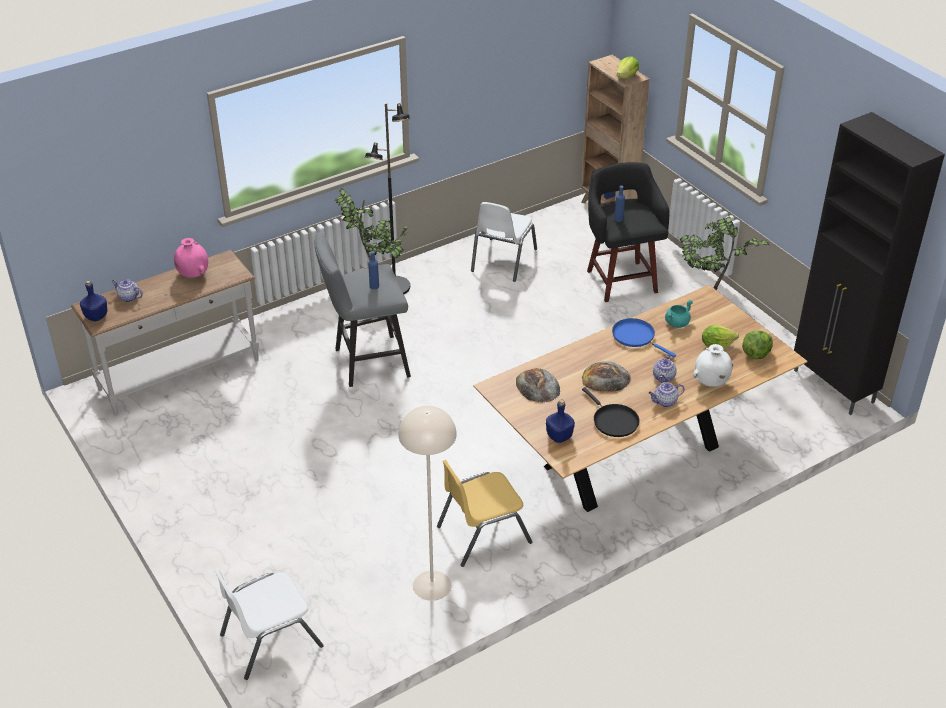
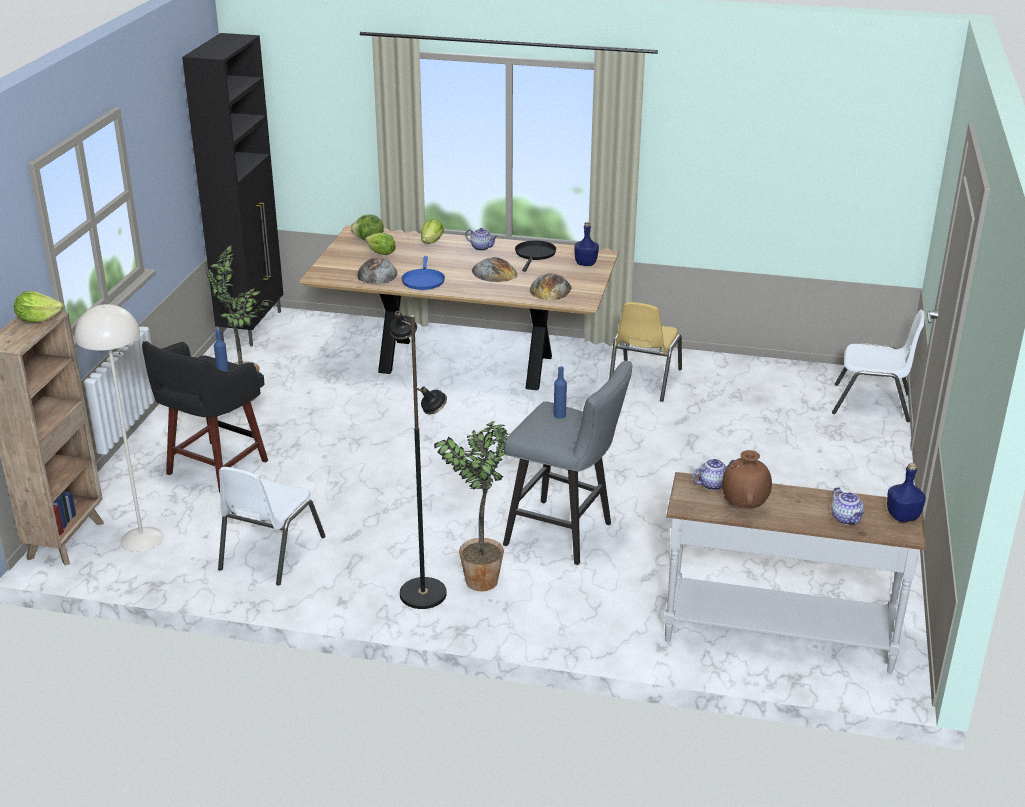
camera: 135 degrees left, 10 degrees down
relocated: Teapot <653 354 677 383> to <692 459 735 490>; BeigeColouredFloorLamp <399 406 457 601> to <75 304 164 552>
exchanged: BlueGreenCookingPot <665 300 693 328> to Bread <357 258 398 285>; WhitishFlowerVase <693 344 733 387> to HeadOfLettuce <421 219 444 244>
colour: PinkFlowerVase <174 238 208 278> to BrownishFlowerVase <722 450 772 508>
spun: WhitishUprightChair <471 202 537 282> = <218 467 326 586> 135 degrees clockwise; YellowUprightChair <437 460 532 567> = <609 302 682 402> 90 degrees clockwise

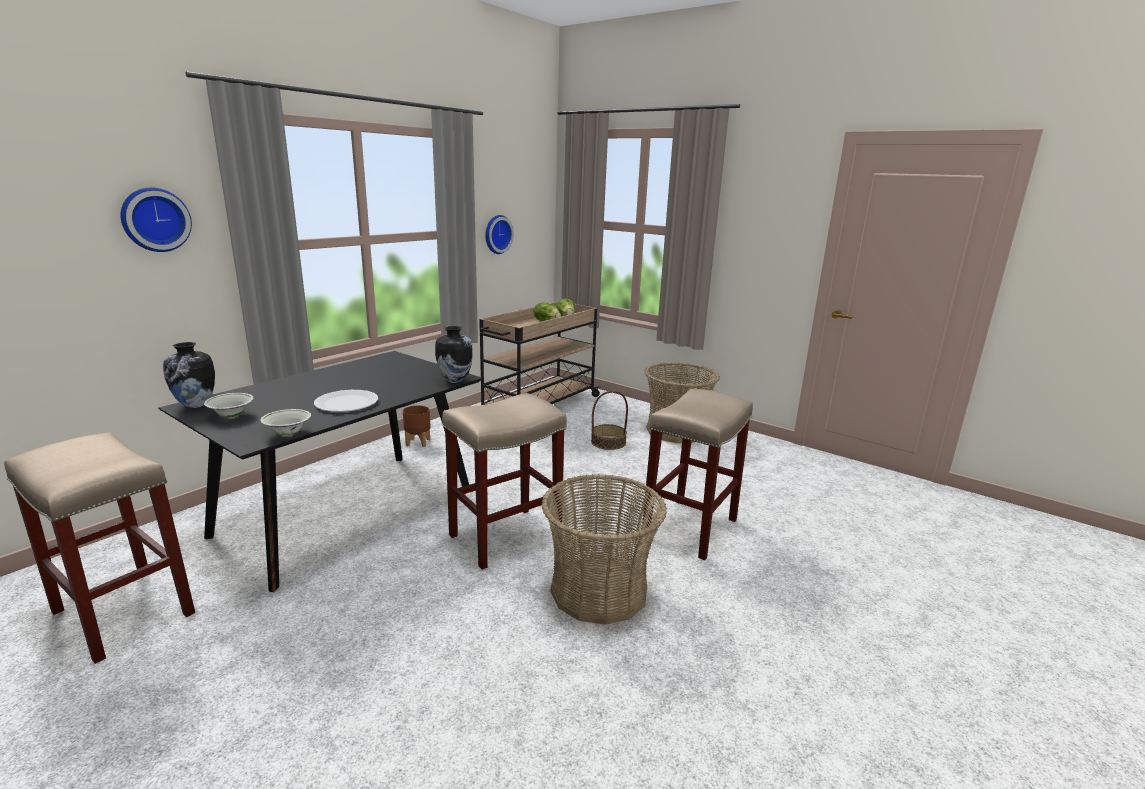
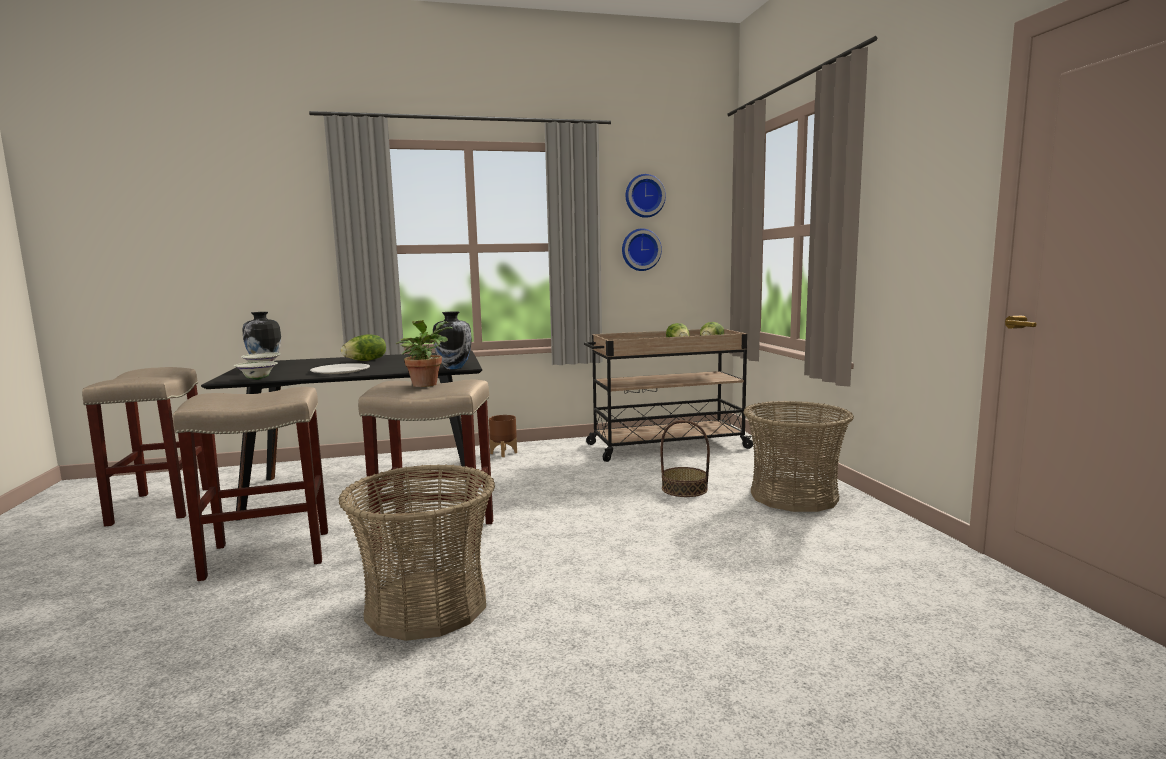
camera: 40 degrees right, 10 degrees down
appeared: PottedPlant <396 320 453 387>; HeadOfLettuce <341 334 386 361>
relocated: ClockOnTheWall <121 188 192 252> to <626 174 666 218>; BeigeColouredStoolSeat <642 389 753 560> to <173 387 328 581>

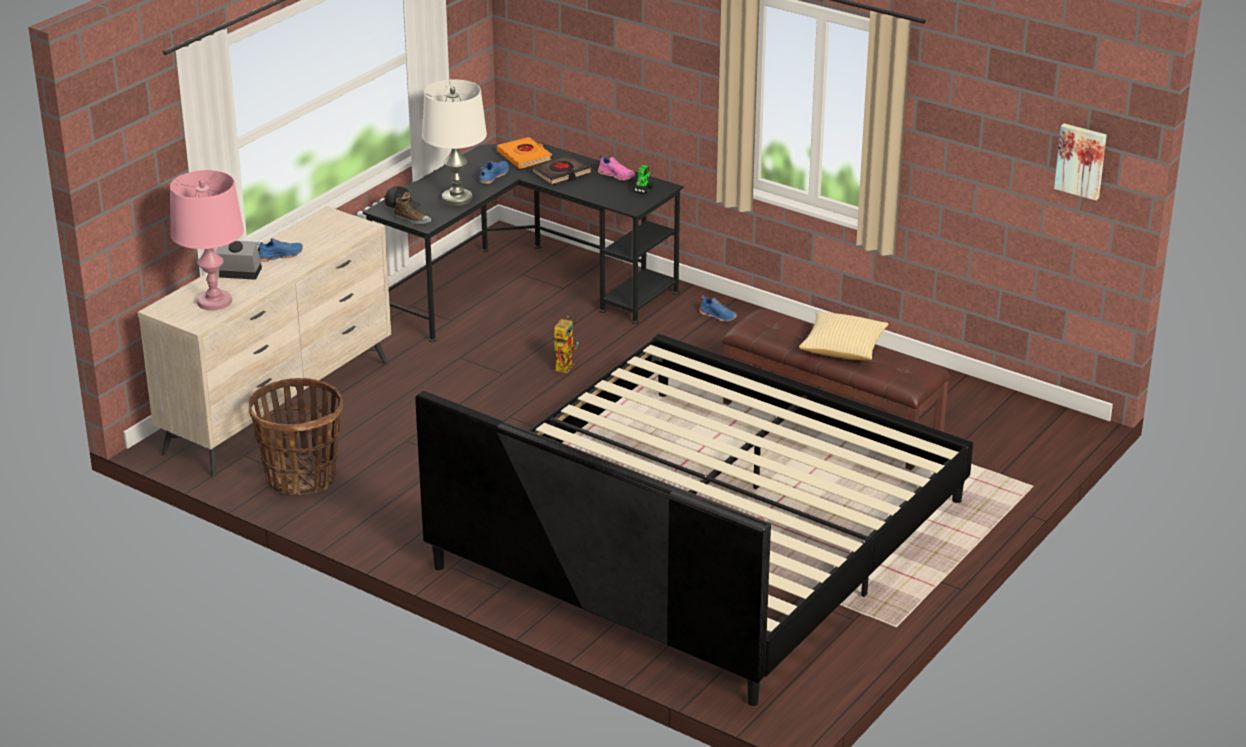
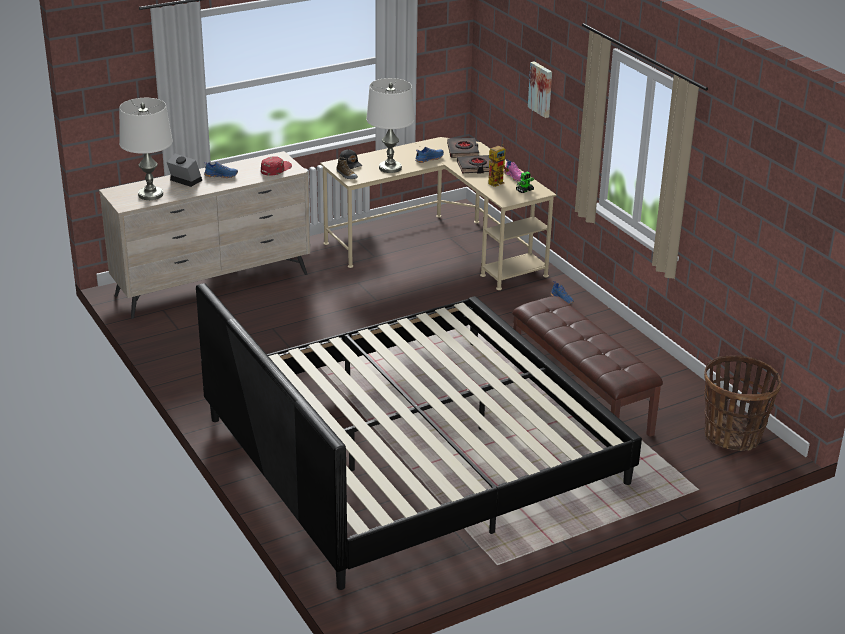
camera: 25 degrees right, 0 degrees up
missing: Cushion <799 312 888 360>
appeared: RedPeakedCap <261 156 292 176>
relocated: WallArt <1054 123 1107 201> to <528 61 552 118>; ToyRobot <554 316 579 373> to <488 144 509 187>; HouseholdBasket <249 378 343 495> to <704 355 781 451>
colour: OrangeColouredBoundBook <497 137 552 169> to BlackColouredBoundBook <447 138 479 158>; BlackColouredDesk <363 141 684 342> to BeigeColouredDesk <320 137 556 290>; PinkTabletopLamp <170 170 244 310> to WhitishTabletopLamp <119 98 173 200>

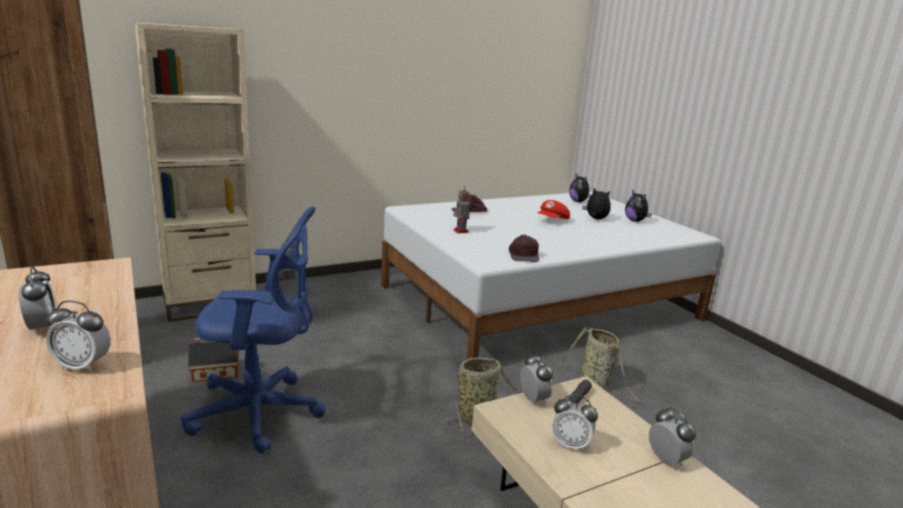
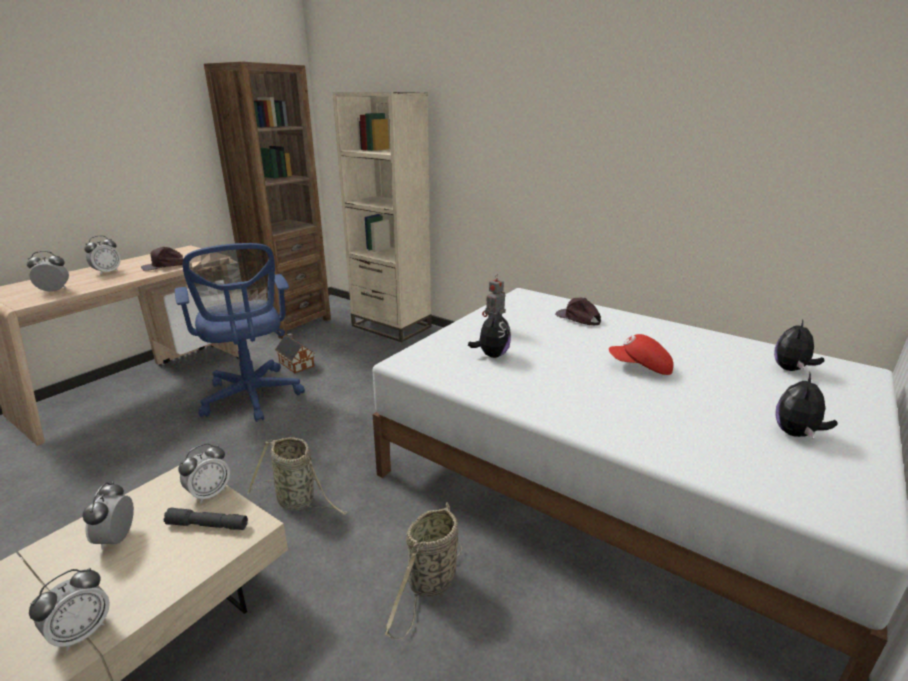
camera: 65 degrees right, 5 degrees up
relocated: PlushToy <583 188 611 219> to <468 308 511 358>; BrownishPeakedCap <509 235 539 262> to <141 247 183 271>
spun: TableClock <46 301 111 372> = <27 251 69 293> 90 degrees clockwise

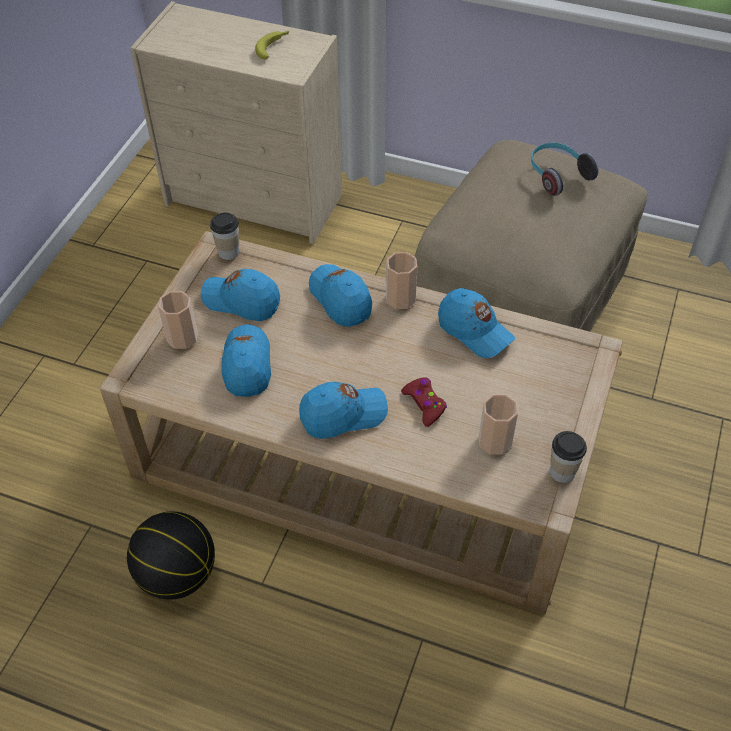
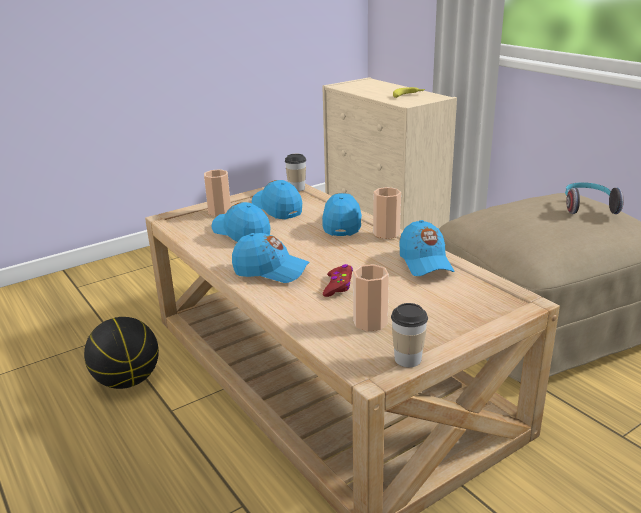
camera: 35 degrees right, 25 degrees down
spun: BluePeakedCap <222 324 271 397> = <212 202 271 242> 75 degrees counterclockwise

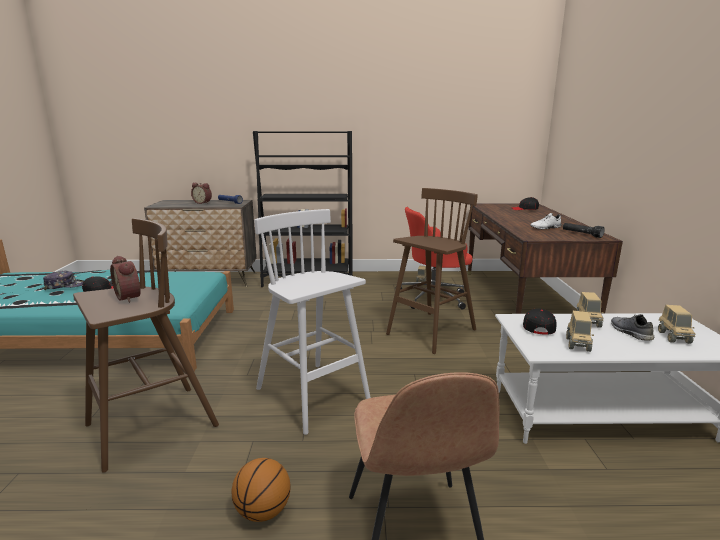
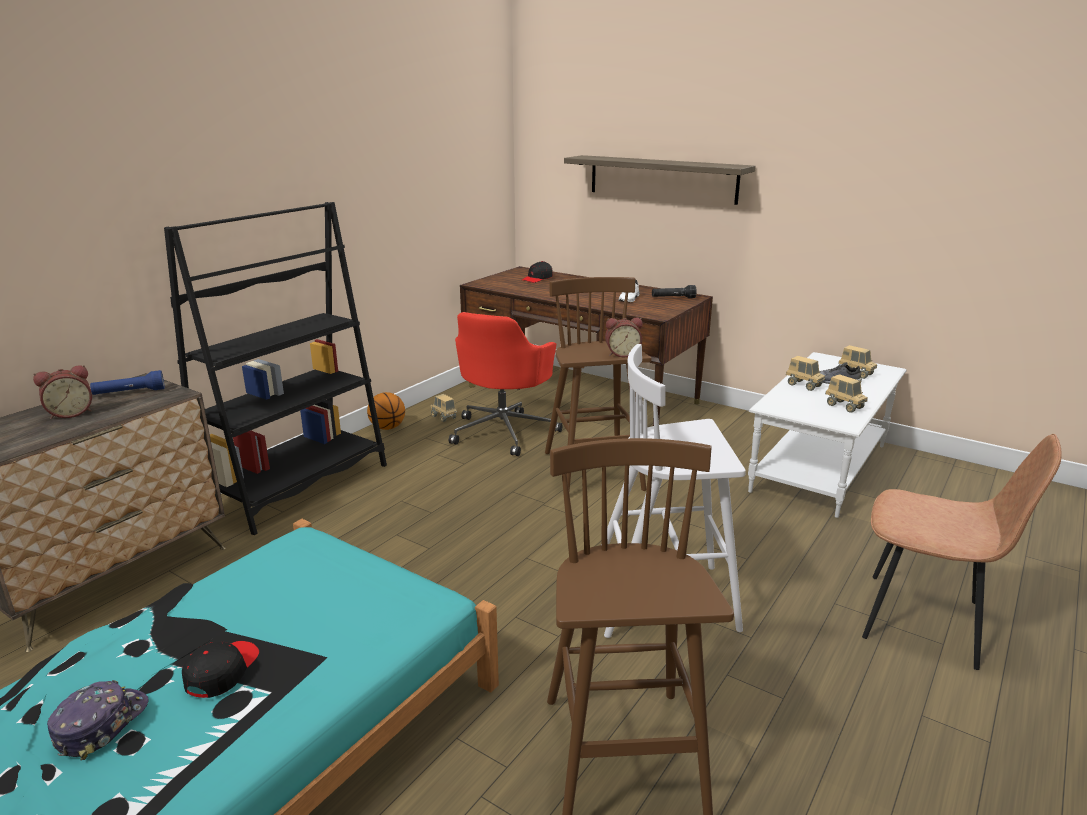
camera: 55 degrees left, 5 degrees up
missing: BlackColouredPeakedCap <523 309 557 335>
appeared: WallShelf <564 155 756 205>
relocated: TableClock <110 256 140 303> to <605 318 643 357>; BasketballBall <231 458 291 522> to <367 392 405 430>

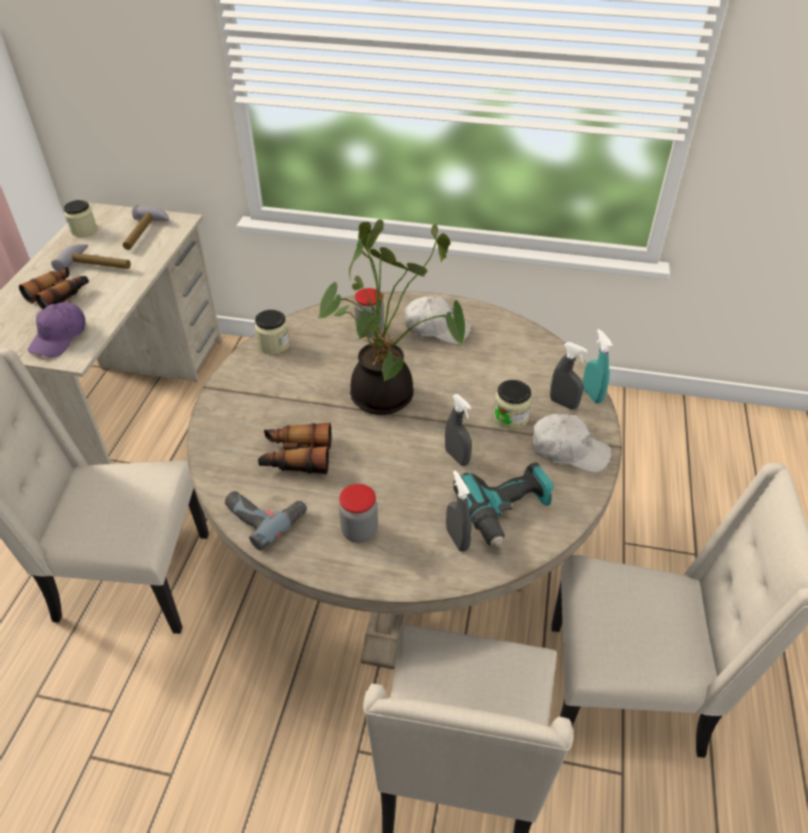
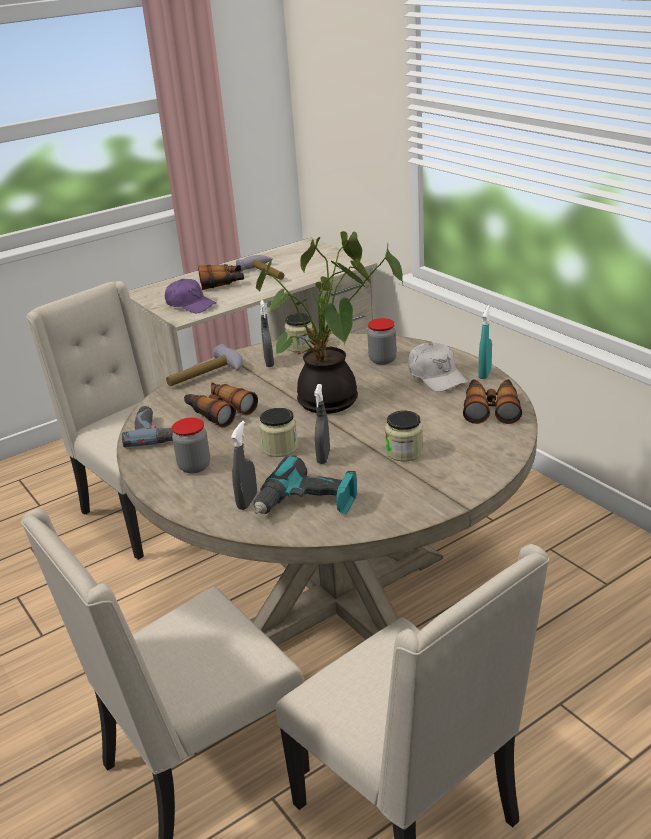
camera: 45 degrees right, 15 degrees down
missing: WhitishPeakedCap <532 413 612 473>
appeared: Binoculars <463 379 522 424>
relocated: PreserveJar <64 200 97 237> to <259 408 298 457>; HandHammer <123 205 169 250> to <166 344 243 386>; BlueGreenHandSprayer <583 329 613 403> to <478 305 492 379>; GreyishHandSprayer <550 342 588 410> to <260 300 274 367>
spun: PurplePeakedCap <28 302 85 357> = <165 279 217 314> 120 degrees counterclockwise

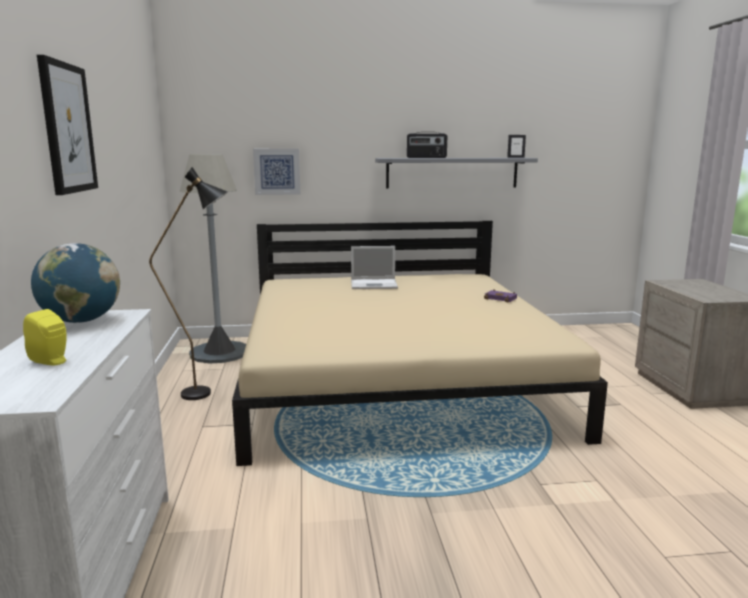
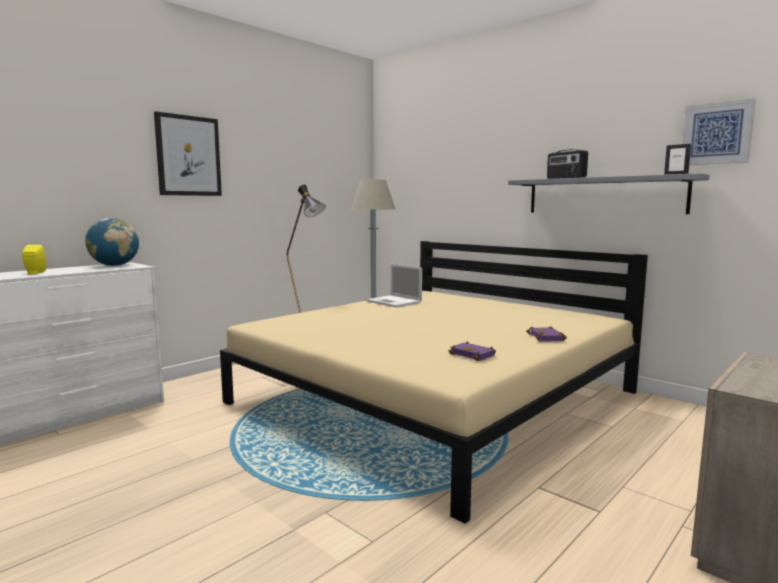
camera: 50 degrees right, 5 degrees down
appeared: PurpleBoundBook <449 341 496 361>
relocated: WallArt <253 149 300 195> to <682 98 756 165>; Laptop <351 246 398 289> to <366 264 422 307>

